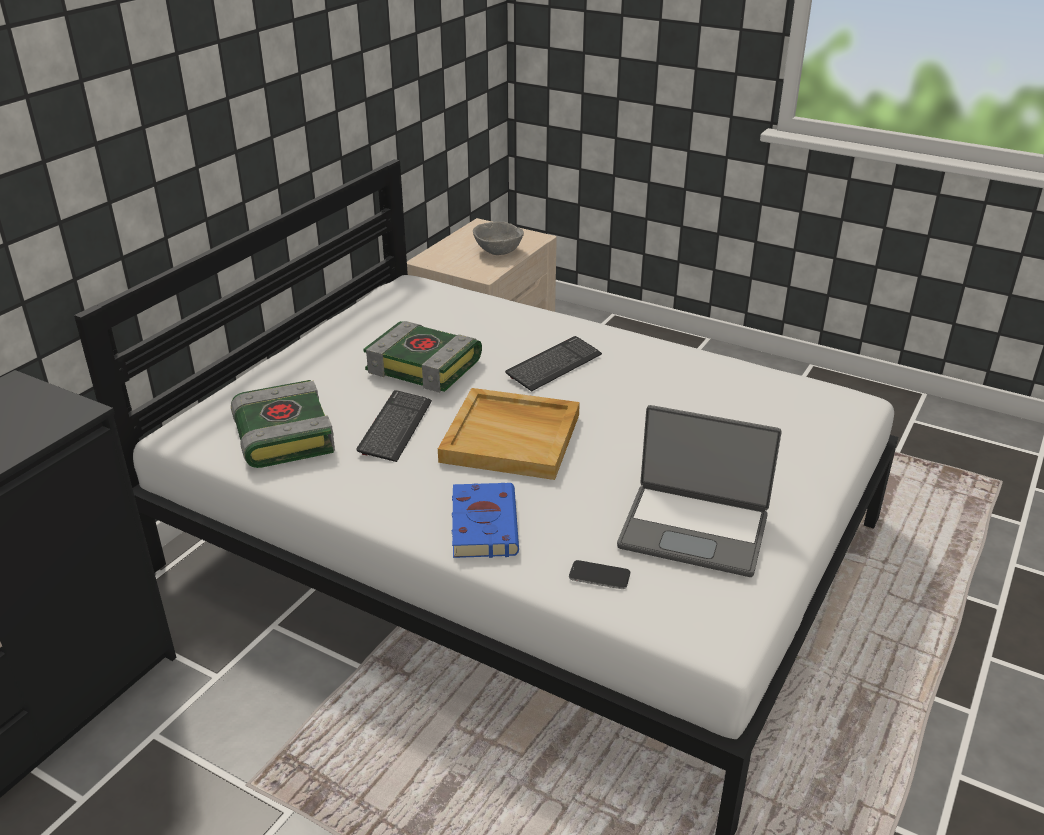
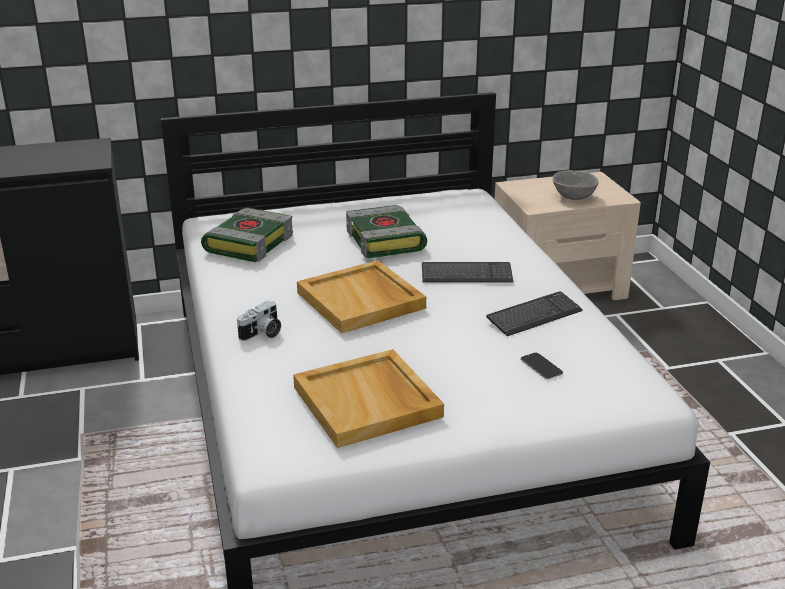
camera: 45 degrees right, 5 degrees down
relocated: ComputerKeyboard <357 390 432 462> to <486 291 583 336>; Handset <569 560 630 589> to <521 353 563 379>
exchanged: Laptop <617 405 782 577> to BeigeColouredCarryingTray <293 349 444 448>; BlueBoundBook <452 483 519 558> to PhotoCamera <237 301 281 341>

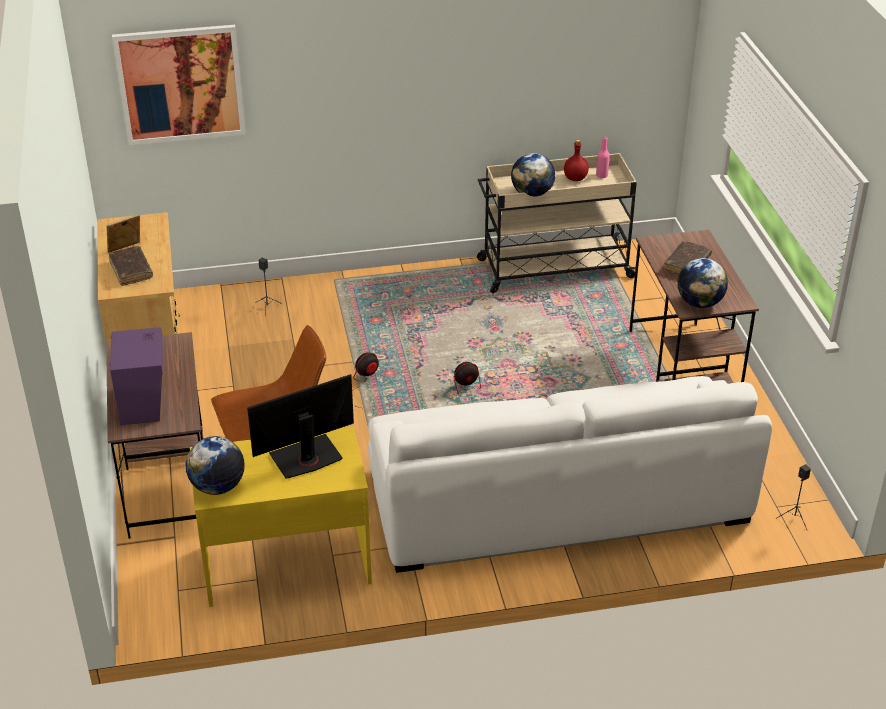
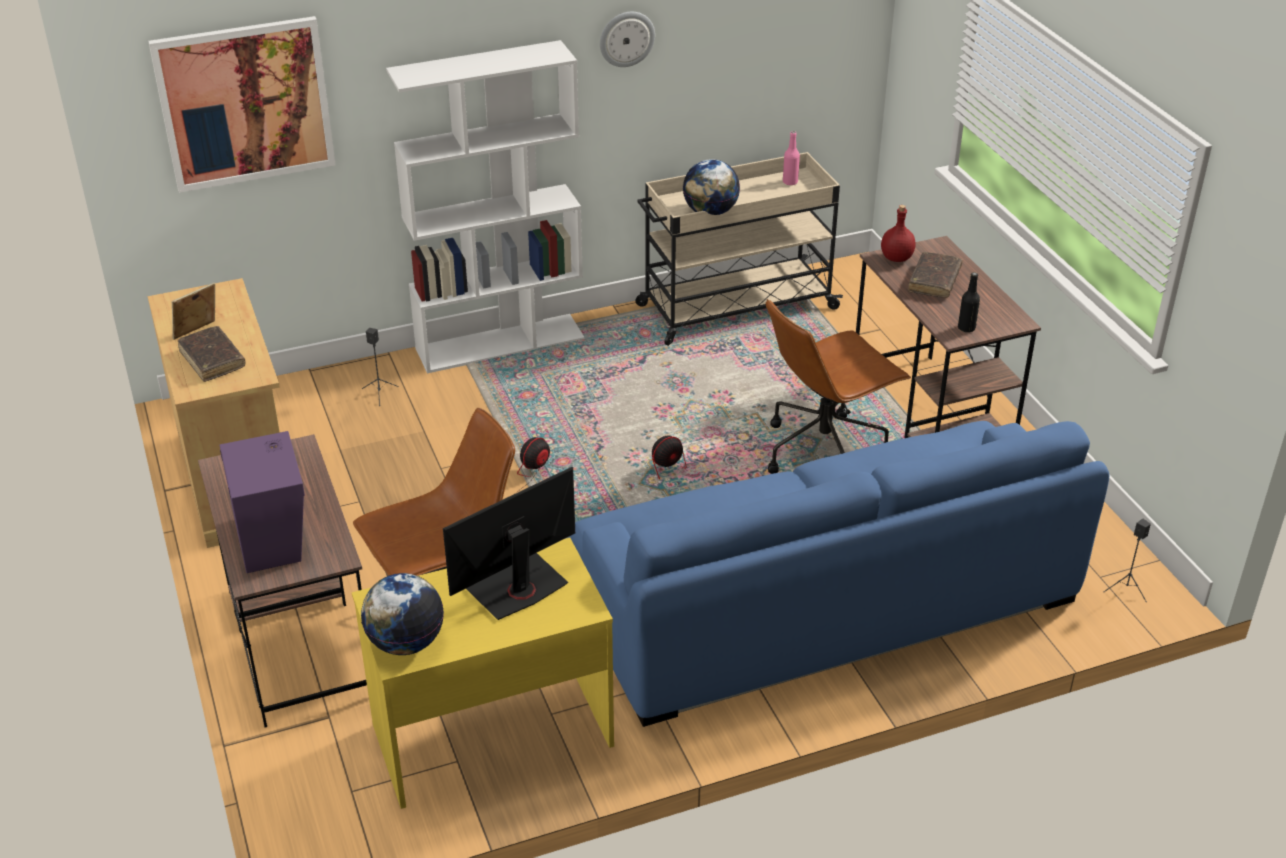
camera: 10 degrees left, 0 degrees up
appeared: ClockOnTheWall <600 12 655 67>; WhitishBookshelf <386 40 585 373>; BrownishOfficeChair <766 299 911 474>
relocated: RedBeverageBottle <564 140 589 181> to <881 205 916 262>
exchanged: WorldGlobe <677 258 728 308> to BlackColouredBeverageBottle <958 272 980 333>
colour: WhitishCouch <368 376 772 573> to BlueCouch <569 421 1109 727>

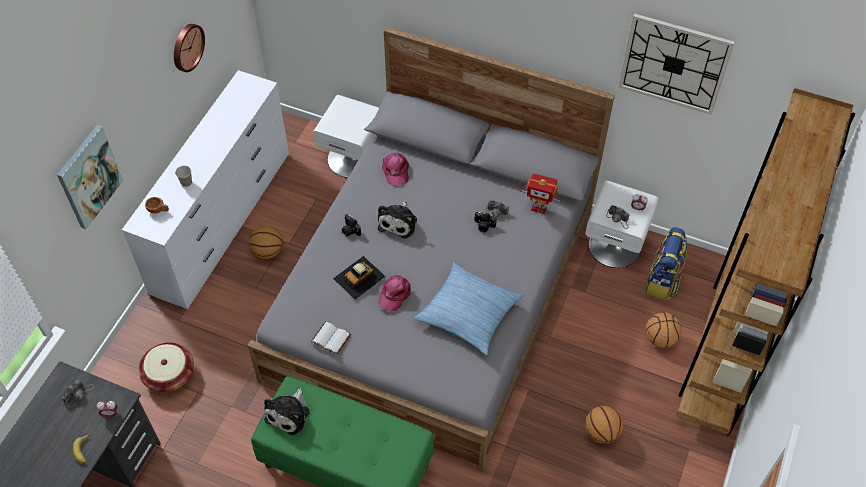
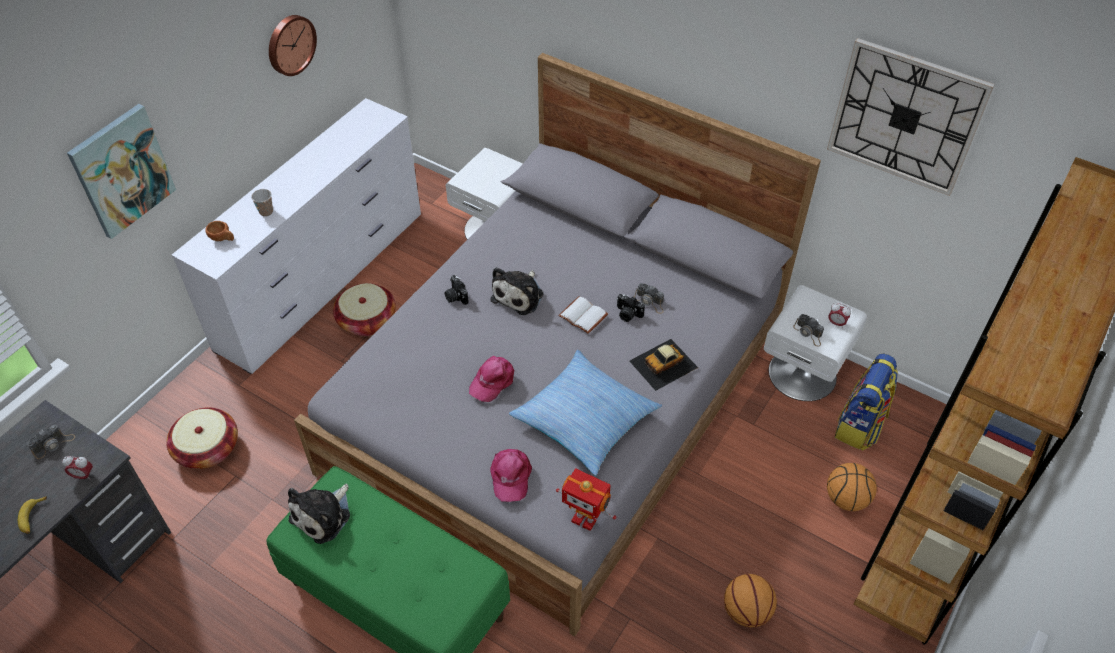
camera: 10 degrees right, 5 degrees down
relocated: PinkPeakedCap <382 153 409 186> to <490 449 532 502>; ToyRobot <520 173 562 214> to <556 468 616 531>; MiniatureCar <333 256 386 299> to <630 339 698 391>; WhitishBoundBook <311 321 351 355> to <558 296 608 334>
exchanged: BasketballBall <249 226 283 259> to HouseholdBasket <333 283 396 336>

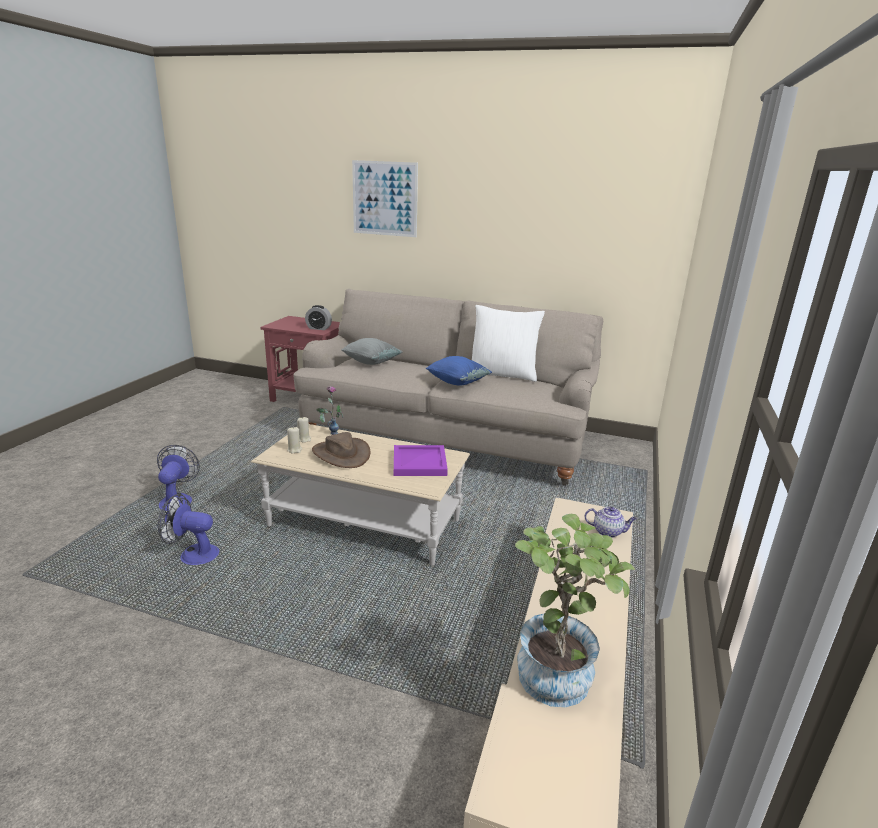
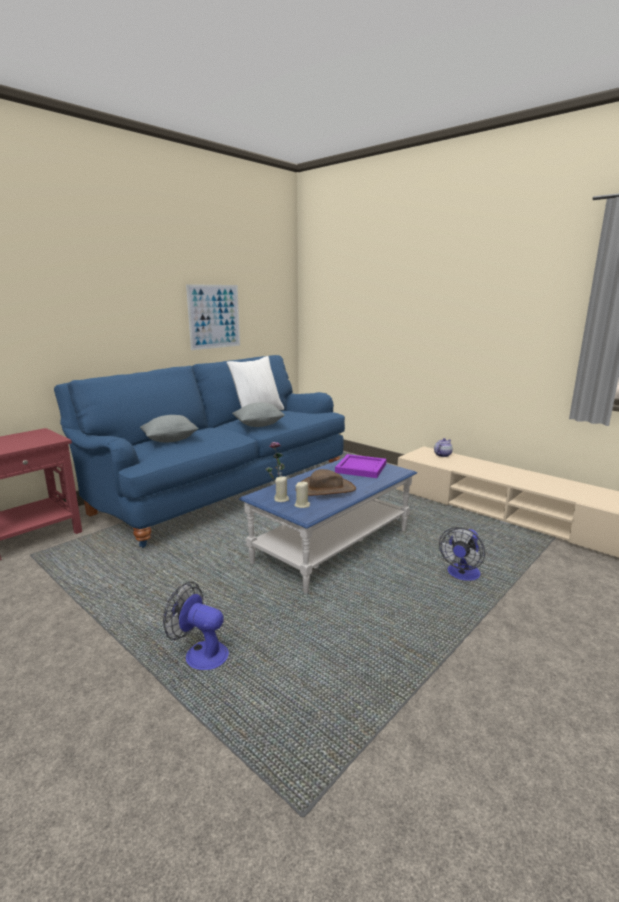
camera: 65 degrees left, 5 degrees down
missing: TableClock <305 305 332 330>; PottedPlant <515 514 635 707>
relocated: WallArt <352 160 418 237> to <186 284 240 350>; ElectricFan <158 494 219 565> to <439 527 485 581>
colour: BeigeColouredCouch <294 289 603 486> to BlueCouch <54 355 345 548>; BlueCushion <426 356 492 386> to GreyishCushion <232 403 285 427>; BeigeColouredLoungeTable <251 424 470 566> to BlueLoungeTable <239 454 417 594>

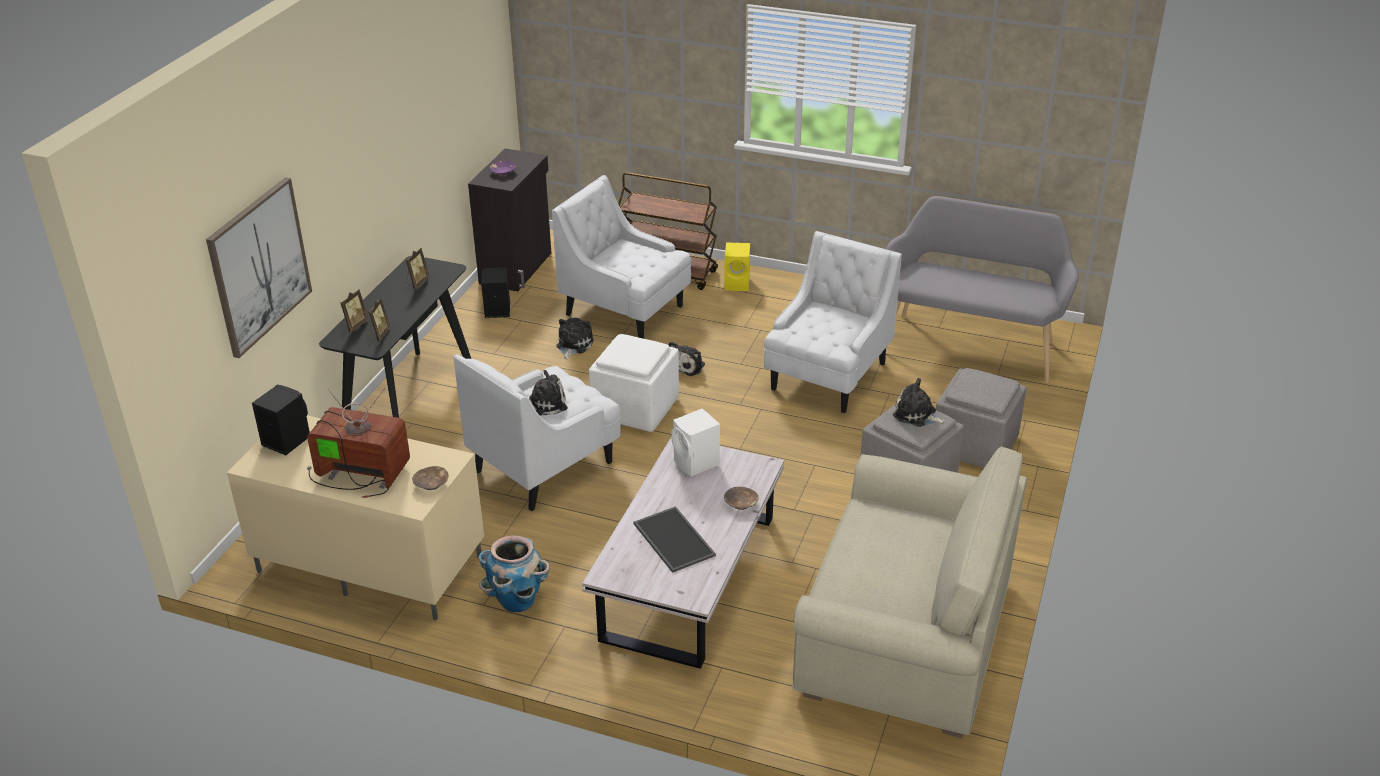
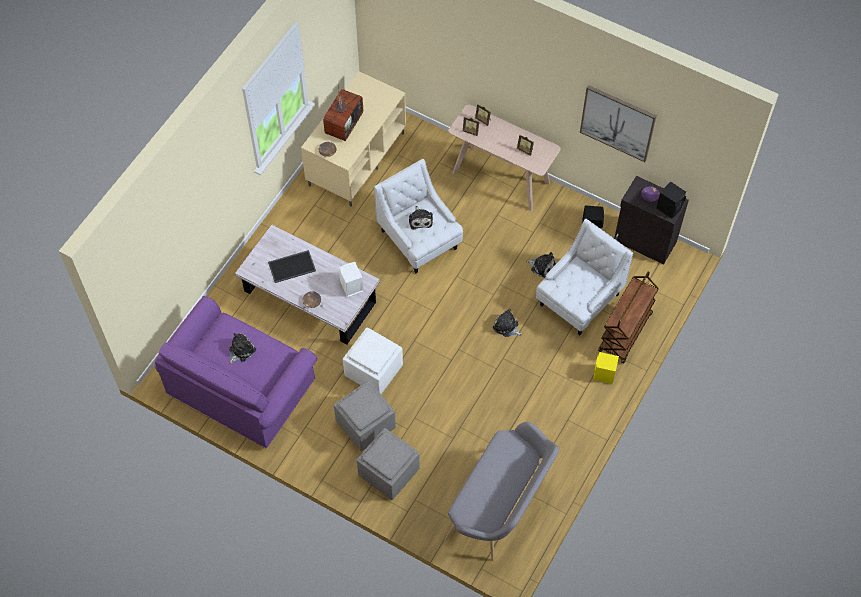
camera: 100 degrees right, 25 degrees up
missing: WhitishArmchair <764 231 902 413>; PlantPot <478 536 550 612>
relocated: WallArt <206 177 312 358> to <580 85 657 162>; WhitishFootrest <589 334 679 432> to <343 327 403 394>; PlushToy <893 378 946 427> to <229 333 256 364>; BlackColouredSpeaker <252 385 310 455> to <656 181 686 219>
colour: BlackColouredHallTable <319 256 471 418> to BeigeColouredHallTable <448 105 561 211>; BeigeColouredCouch <793 446 1027 738> to PurpleCouch <155 296 317 448>

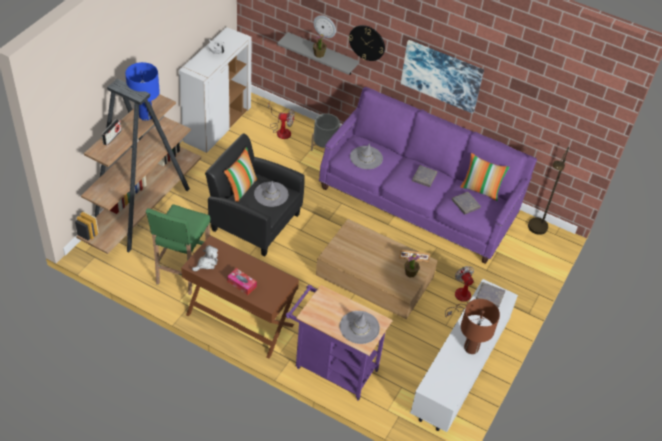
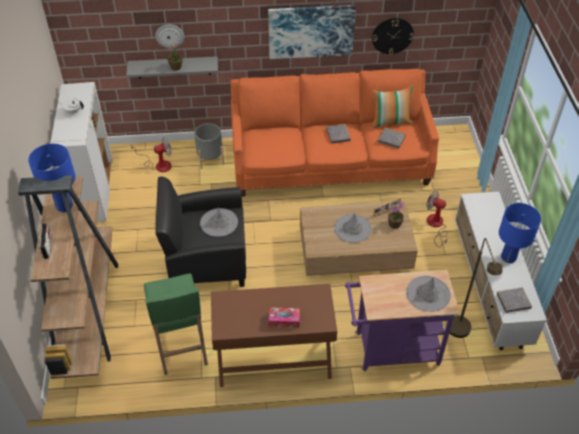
camera: 30 degrees left, 0 degrees up
missing: Cushion <224 147 258 202>; PlushToy <192 245 218 271>
relocated: ClockOnTheWall <349 25 385 61> to <372 18 414 55>; GreyishHat <350 143 383 169> to <334 213 372 243>; BrownishFloorLamp <528 147 569 235> to <450 238 503 338>; GreyishBoundBook <476 282 505 308> to <497 287 532 313>
colour: PurpleCouch <319 87 537 264> to OrangeColouredCouch <230 69 439 197>; BrownishTabletopLamp <461 299 500 354> to BlueTabletopLamp <499 203 541 263>

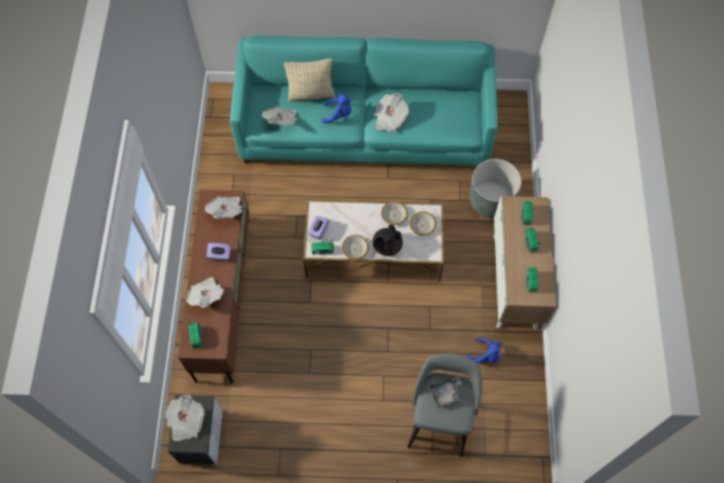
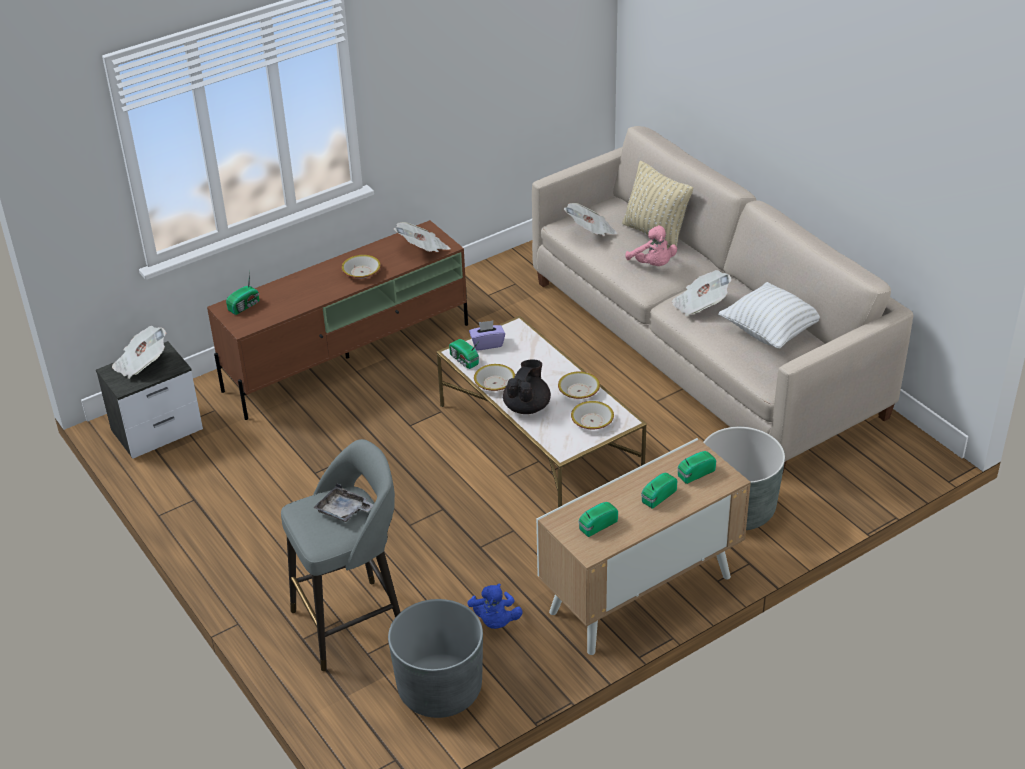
camera: 55 degrees right, 25 degrees down
missing: Newspaper <186 277 224 307>
appeared: WhitishCushion <718 282 820 349>; GreyishPlantPot <388 599 483 718>
exchanged: PurpleTissueBox <206 243 231 261> to Bowl <341 255 381 279>
colour: BlueGreenCouch <230 35 498 166> to BeigeColouredCouch <532 126 913 475>; BluePlushToy <322 94 351 123> to PinkPlushToy <625 225 677 266>
spun: BlackColouredTeapot <372 225 403 256> = <503 360 551 414> 105 degrees clockwise

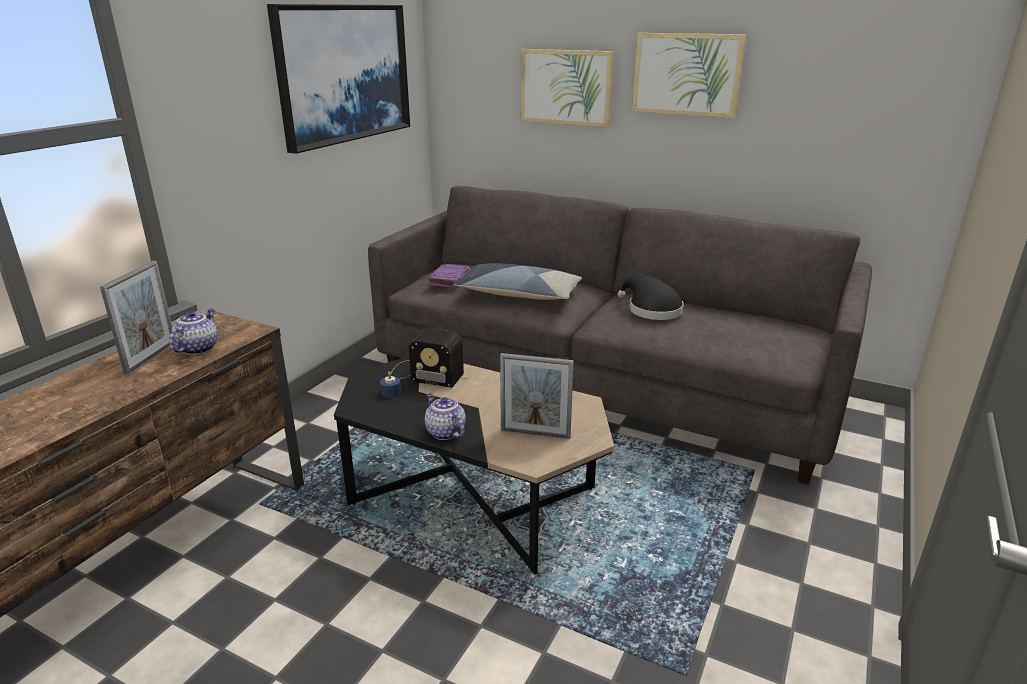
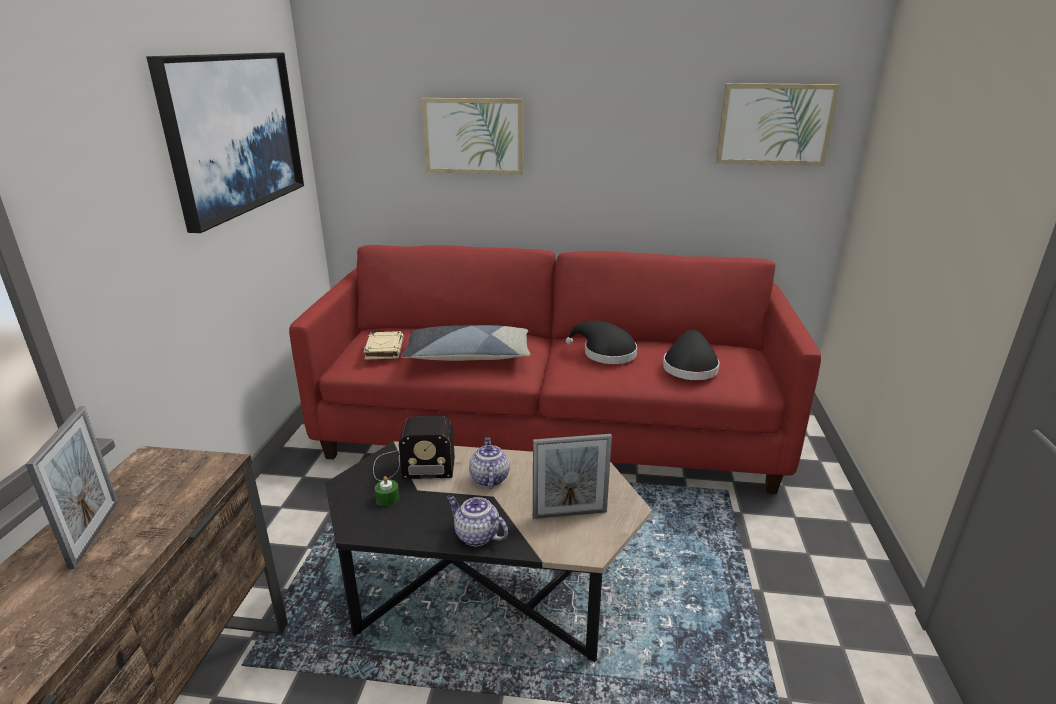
camera: 20 degrees left, 0 degrees up
appeared: BlackColouredHat <663 329 720 380>
relocated: WallArt <632 33 747 118> to <716 83 840 166>; Teapot <169 309 217 355> to <469 437 510 489>
colour: GreyishCouch <368 186 872 484> to RedCouch <289 245 821 494>; PurpleBoundBook <428 264 471 288> to BeigeColouredBoundBook <364 331 404 360>; BlueWaxLight <380 371 401 398> to GreenishWaxLight <375 476 399 506>

